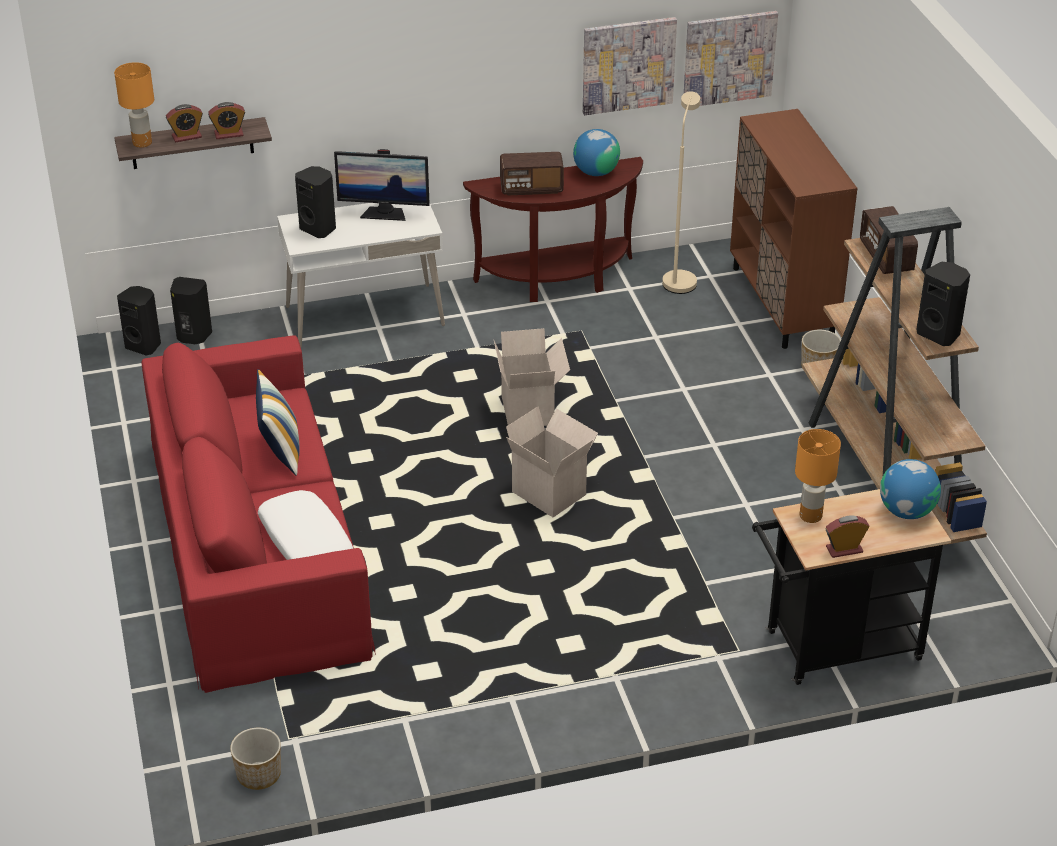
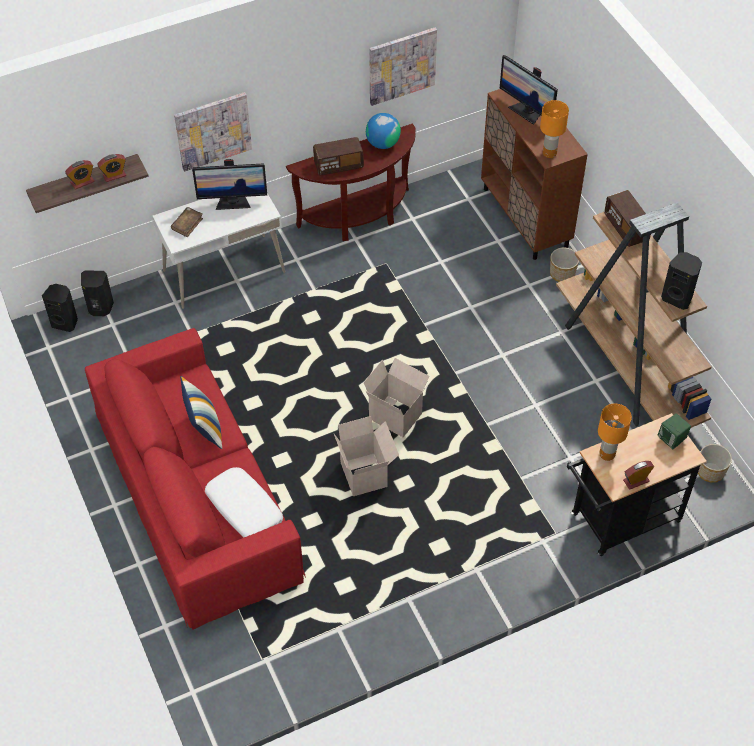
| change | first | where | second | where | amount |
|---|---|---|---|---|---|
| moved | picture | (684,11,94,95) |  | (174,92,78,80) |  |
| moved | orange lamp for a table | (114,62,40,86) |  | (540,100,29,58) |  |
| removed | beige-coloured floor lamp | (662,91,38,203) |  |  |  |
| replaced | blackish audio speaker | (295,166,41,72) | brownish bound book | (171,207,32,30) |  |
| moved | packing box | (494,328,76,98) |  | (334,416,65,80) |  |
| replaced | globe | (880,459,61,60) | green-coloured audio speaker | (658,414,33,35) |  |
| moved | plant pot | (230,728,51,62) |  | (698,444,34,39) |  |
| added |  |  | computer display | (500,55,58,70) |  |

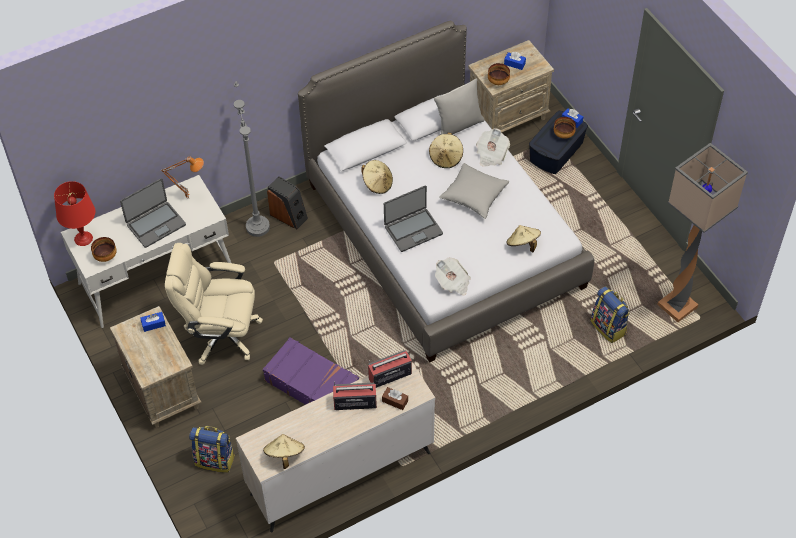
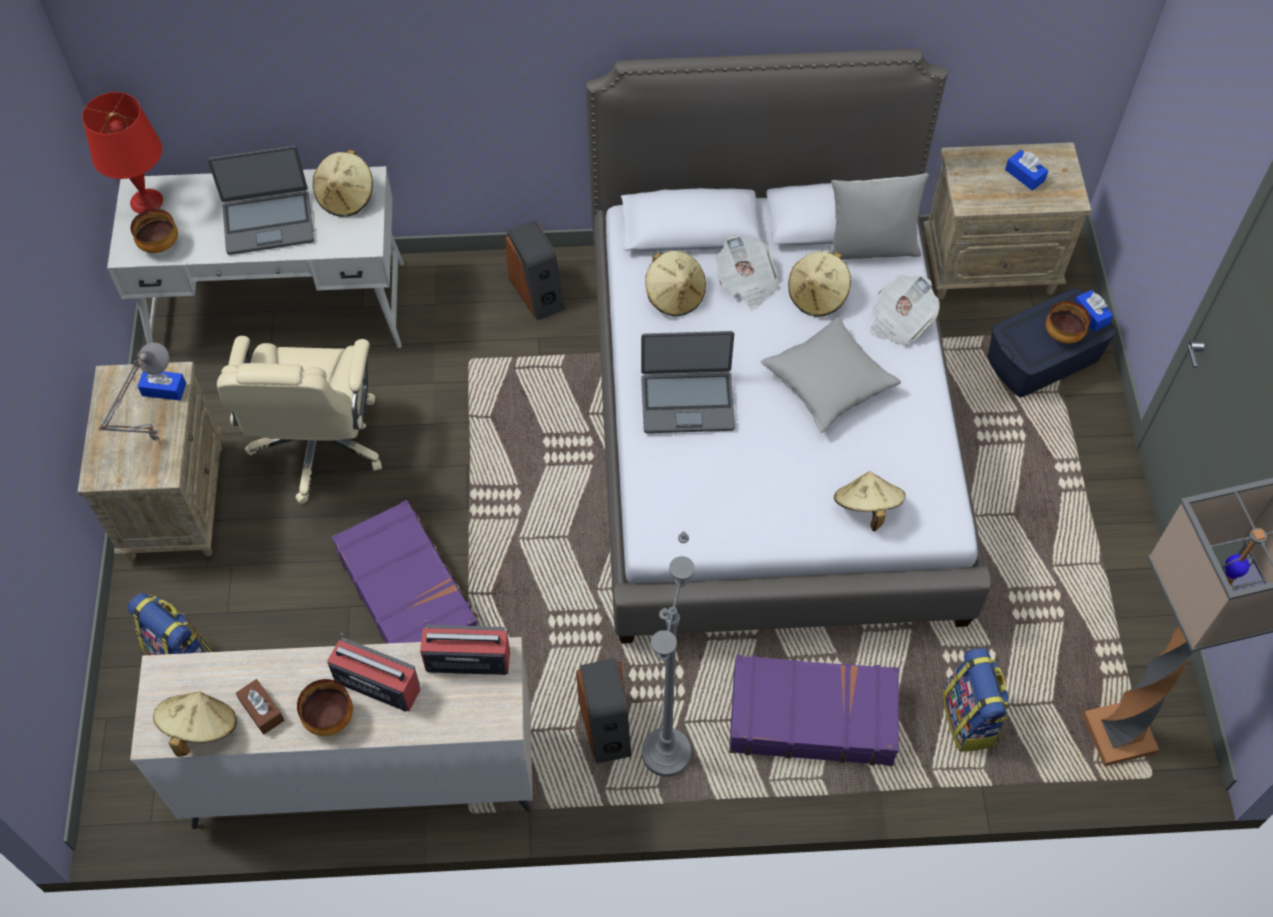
| change | first | where | second | where | amount |
|---|---|---|---|---|---|
| moved | bowl | (488,63,22,22) |  | (297,679,56,57) |  |
| moved | grey floor lamp | (234,82,36,155) |  | (642,531,52,246) |  |
| replaced | orange lamp for a table | (161,156,43,43) | beige-coloured clothing hat | (313,150,60,67) |  |
| turned | beige-coloured computer chair | (165,243,98,122) |  | (217,336,165,168) | 120 degrees counterclockwise |
| moved | newspaper | (435,258,36,37) |  | (716,235,63,74) |  |
| moved | brownish tissue box | (382,387,26,23) |  | (236,679,48,56) |  |
| added |  |  | grey lamp for a table | (98,342,71,100) |  |
| added |  |  | purple suitcase | (729,655,170,111) |  |
| added |  |  | audio speaker | (576,658,55,106) |  |

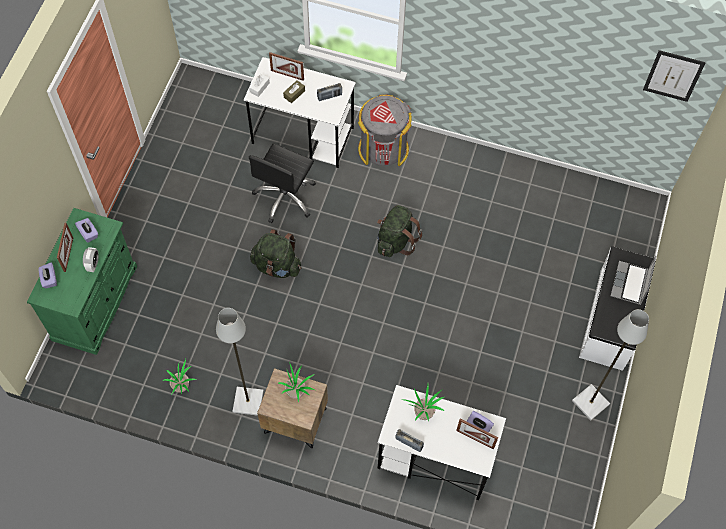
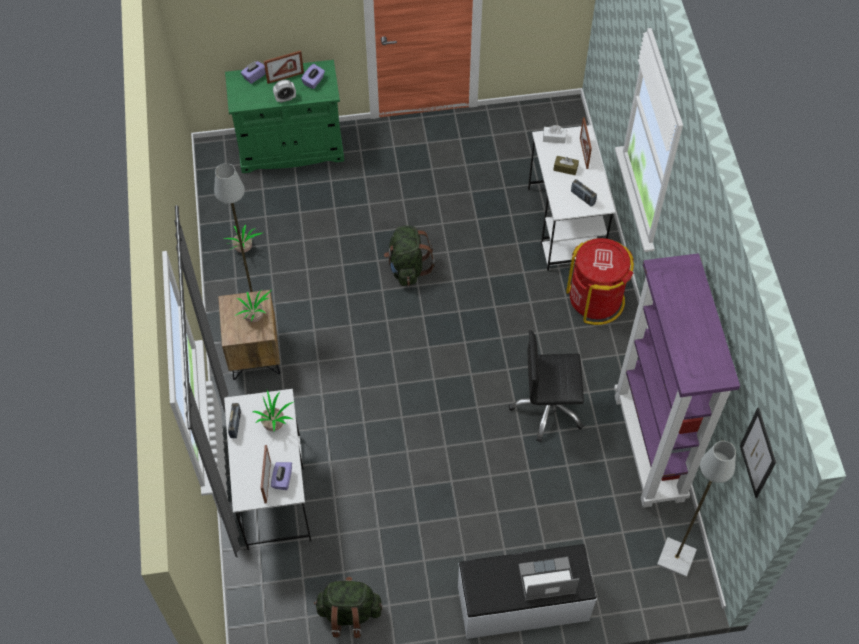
| change | first | where | second | where | amount |
|---|---|---|---|---|---|
| recoloured | grey waste bin | (358,94,54,72) | red waste bin | (566,238,68,87) |  |
| moved | blackish computer chair | (249,143,67,80) |  | (509,330,75,112) |  |
| moved | green-coloured backpack | (377,205,45,52) |  | (314,577,68,61) |  |
| moved | grey floor lamp | (572,309,77,111) |  | (657,441,79,136) |  |
| added |  |  | purple shelving unit | (614,253,126,255) |  |

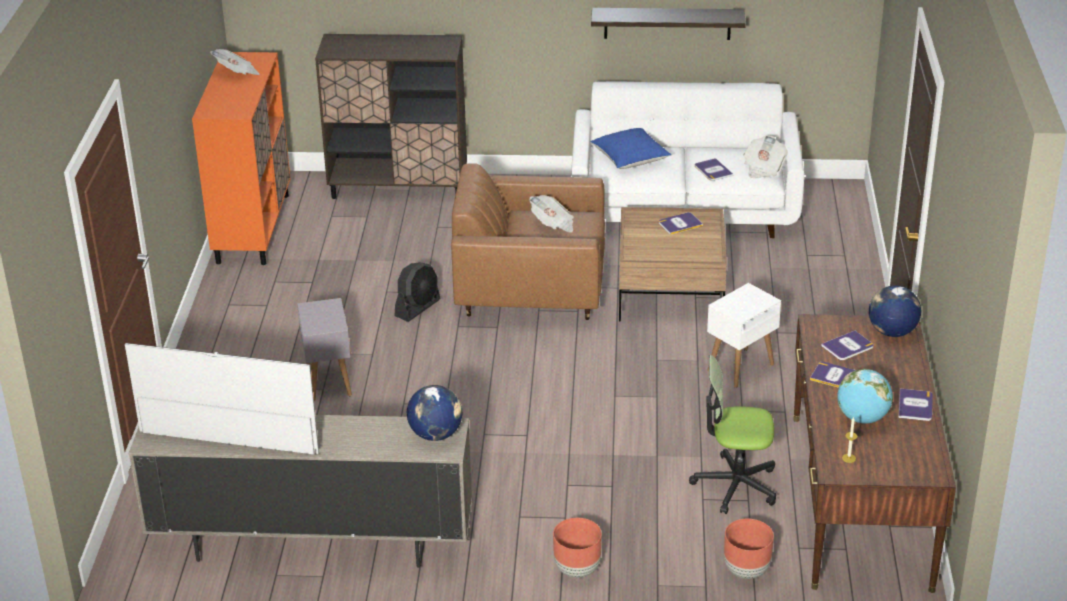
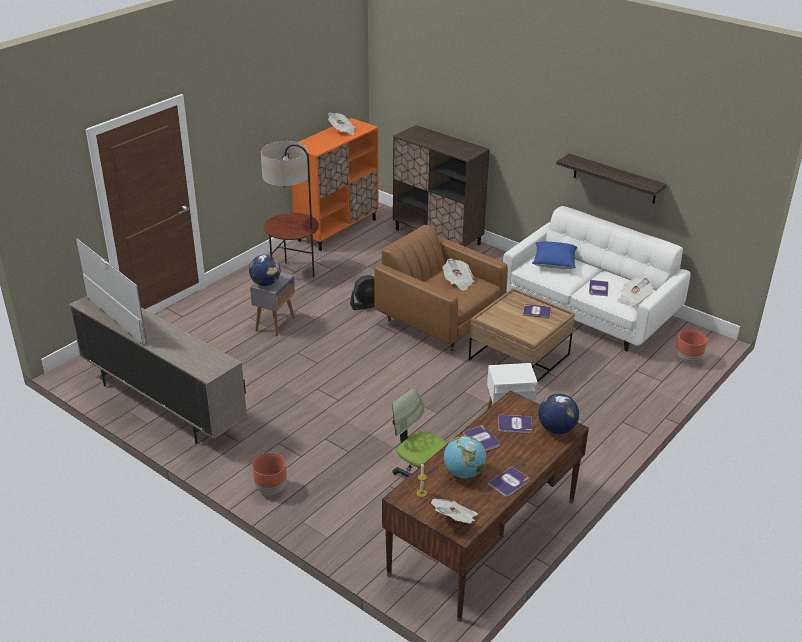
| change | first | where | second | where | amount |
|---|---|---|---|---|---|
| moved | globe | (407,385,55,56) |  | (249,255,31,31) |  |
| moved | brownish plant pot | (724,519,50,60) |  | (676,329,32,35) |  |
| added |  |  | floor lamp | (261,141,58,137) |  |
| added |  |  | newspaper | (431,499,47,25) |  |

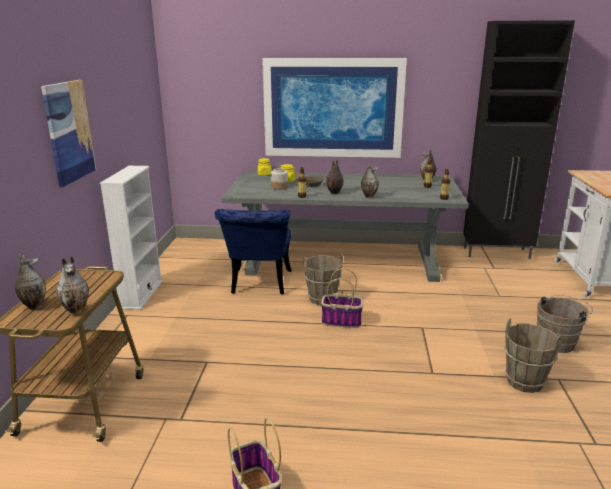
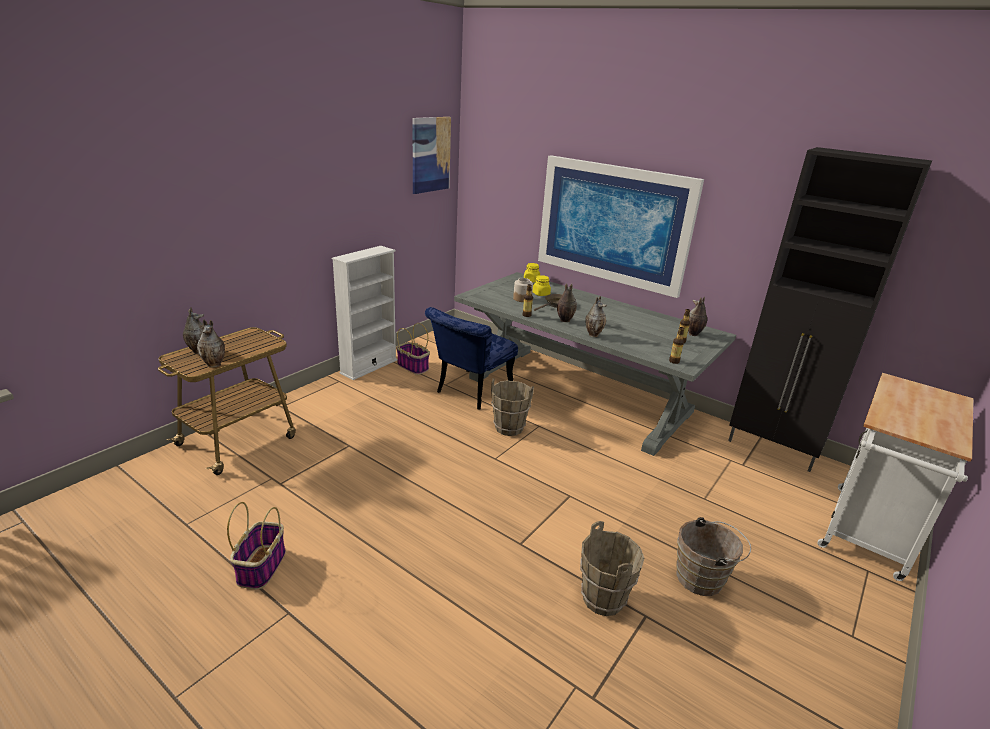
| change | first | where | second | where | amount |
|---|---|---|---|---|---|
| moved | picture | (41,80,55,107) |  | (413,117,38,77) |  |
| moved | household basket | (321,268,42,60) |  | (396,323,34,52) |  |

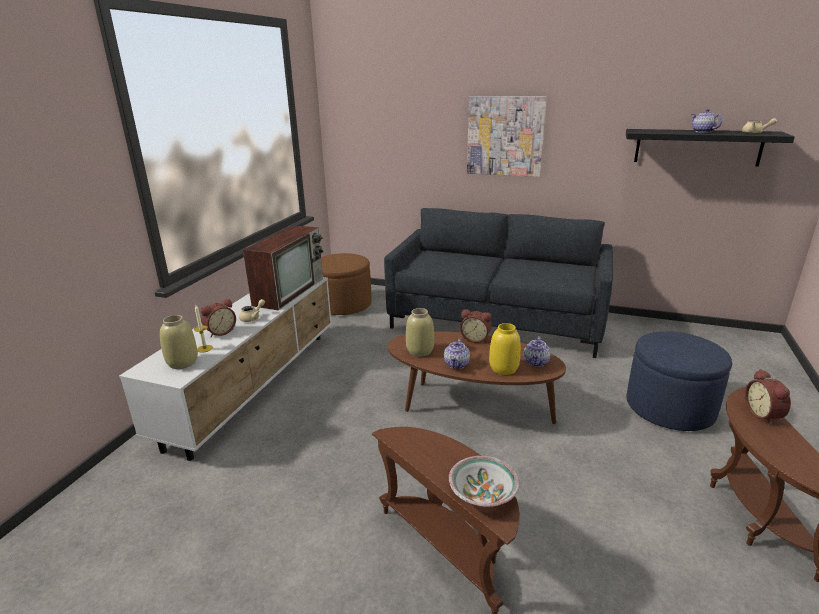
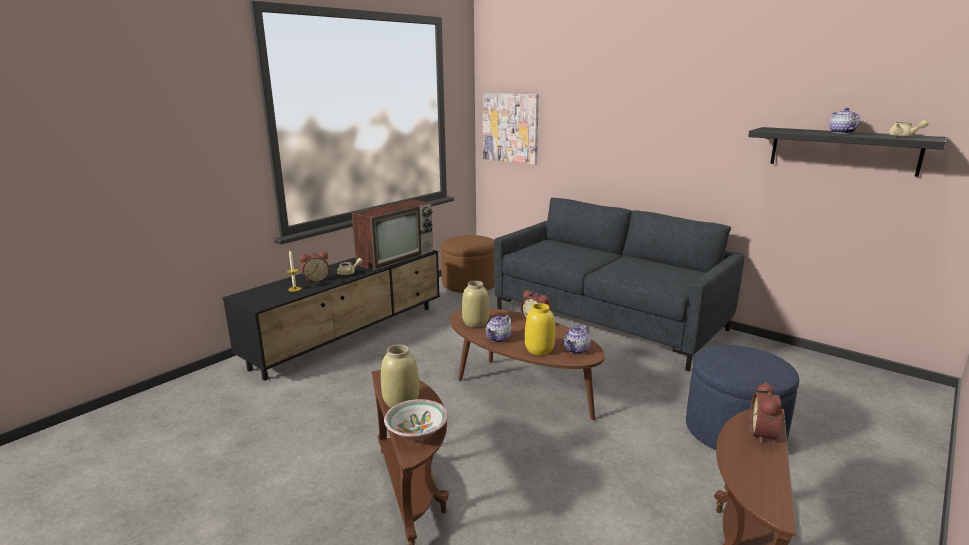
| change | first | where | second | where | amount |
|---|---|---|---|---|---|
| moved | picture | (467,96,80,81) |  | (483,93,56,72) |  |
| recoloured | white-coloured tv stand | (119,277,213,184) | blackish tv stand | (222,250,218,131) |  |
| moved | beige-coloured vase | (160,315,38,54) |  | (381,345,38,63) |  |

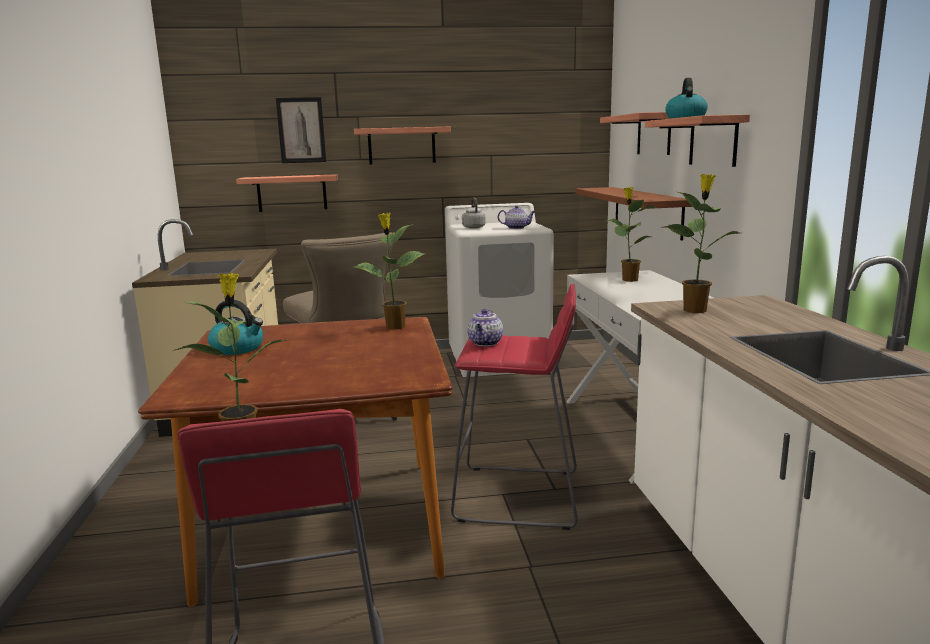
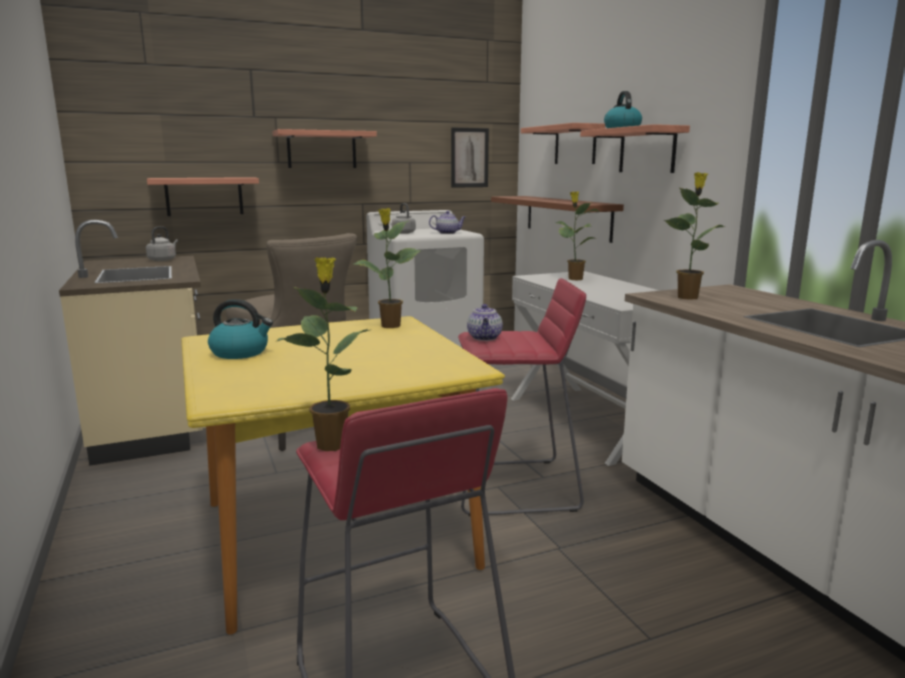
| change | first | where | second | where | amount |
|---|---|---|---|---|---|
| moved | picture | (276,97,50,66) |  | (451,127,38,61) |  |
| recoloured | brownish dining table | (138,317,315,290) | yellow-coloured dining table | (181,316,324,319) |  |
| added |  |  | grey kettle | (146,226,32,35) |  |

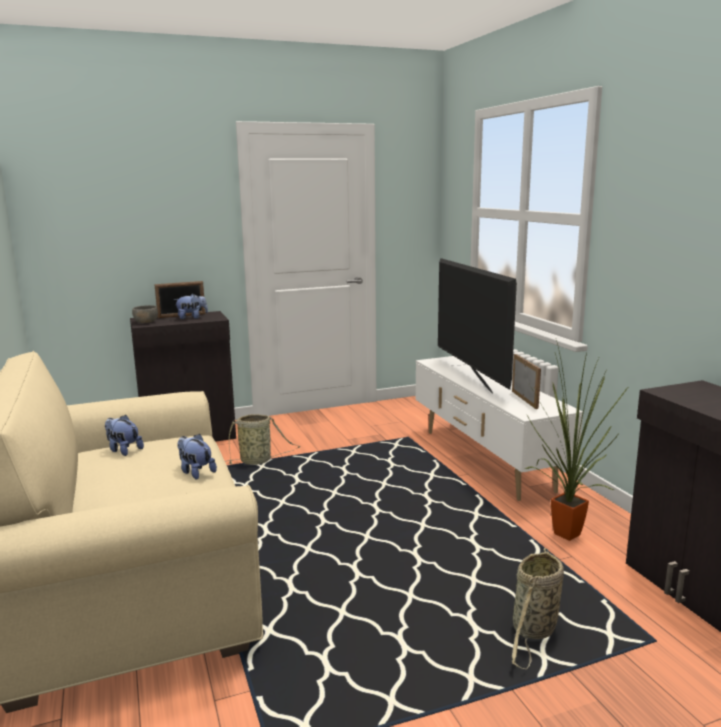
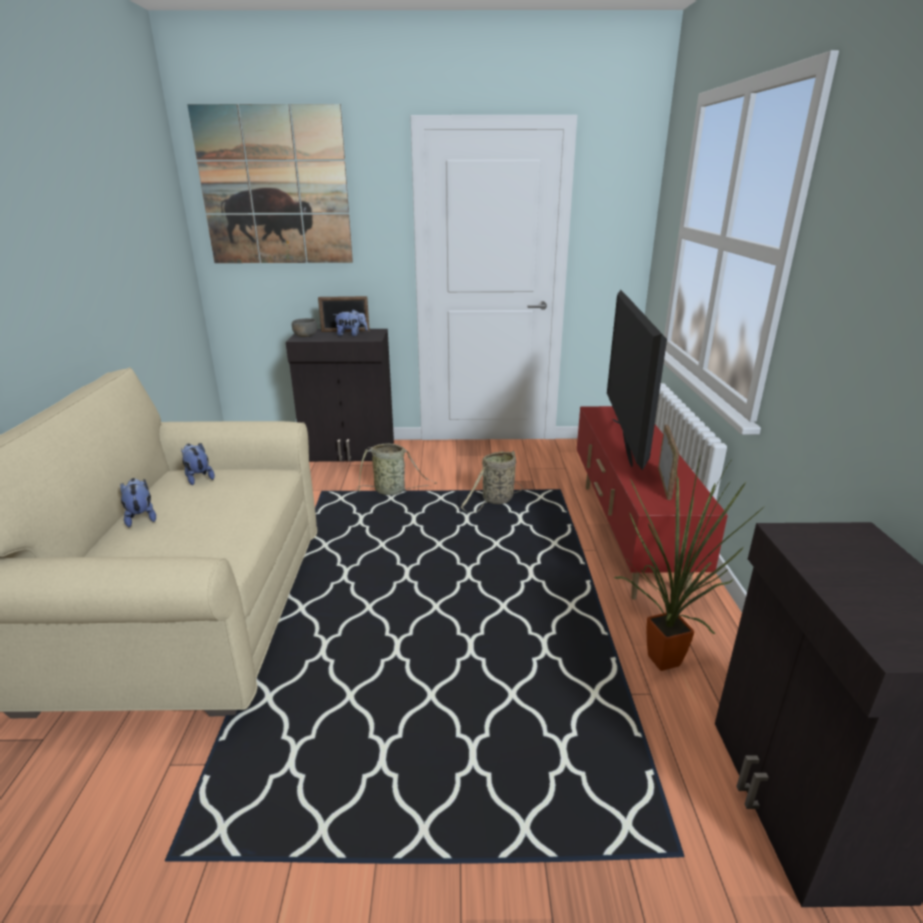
| change | first | where | second | where | amount |
|---|---|---|---|---|---|
| recoloured | white-coloured tv stand | (416,356,167,145) | red tv stand | (577,406,151,194) |  |
| moved | cuddly toy | (177,434,40,45) |  | (120,478,36,49) |  |
| moved | household basket | (512,548,52,121) |  | (461,450,62,63) |  |
| added |  |  | picture | (187,104,166,159) |  |

